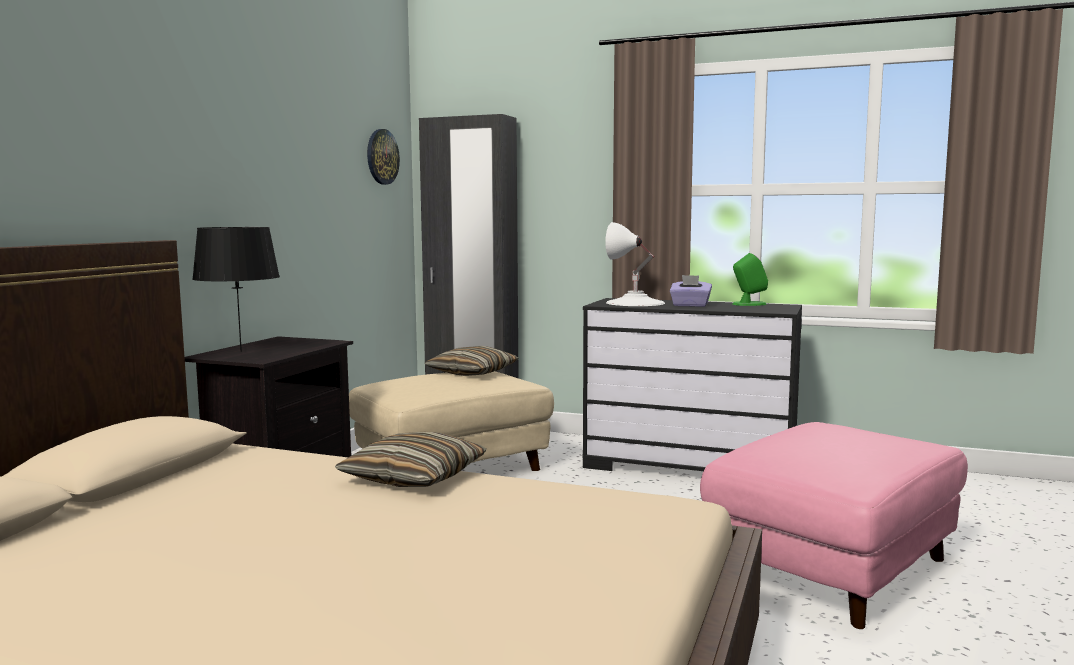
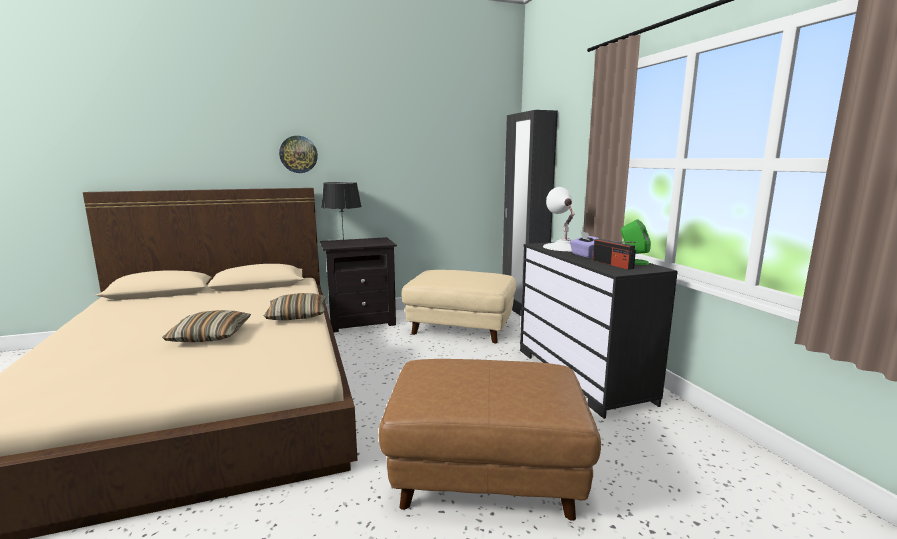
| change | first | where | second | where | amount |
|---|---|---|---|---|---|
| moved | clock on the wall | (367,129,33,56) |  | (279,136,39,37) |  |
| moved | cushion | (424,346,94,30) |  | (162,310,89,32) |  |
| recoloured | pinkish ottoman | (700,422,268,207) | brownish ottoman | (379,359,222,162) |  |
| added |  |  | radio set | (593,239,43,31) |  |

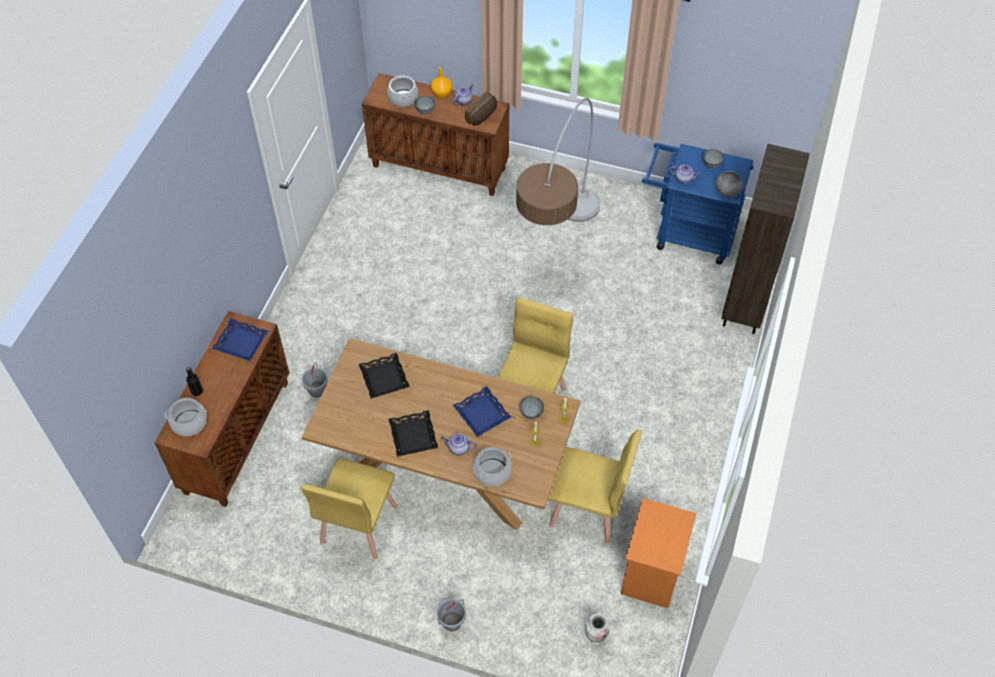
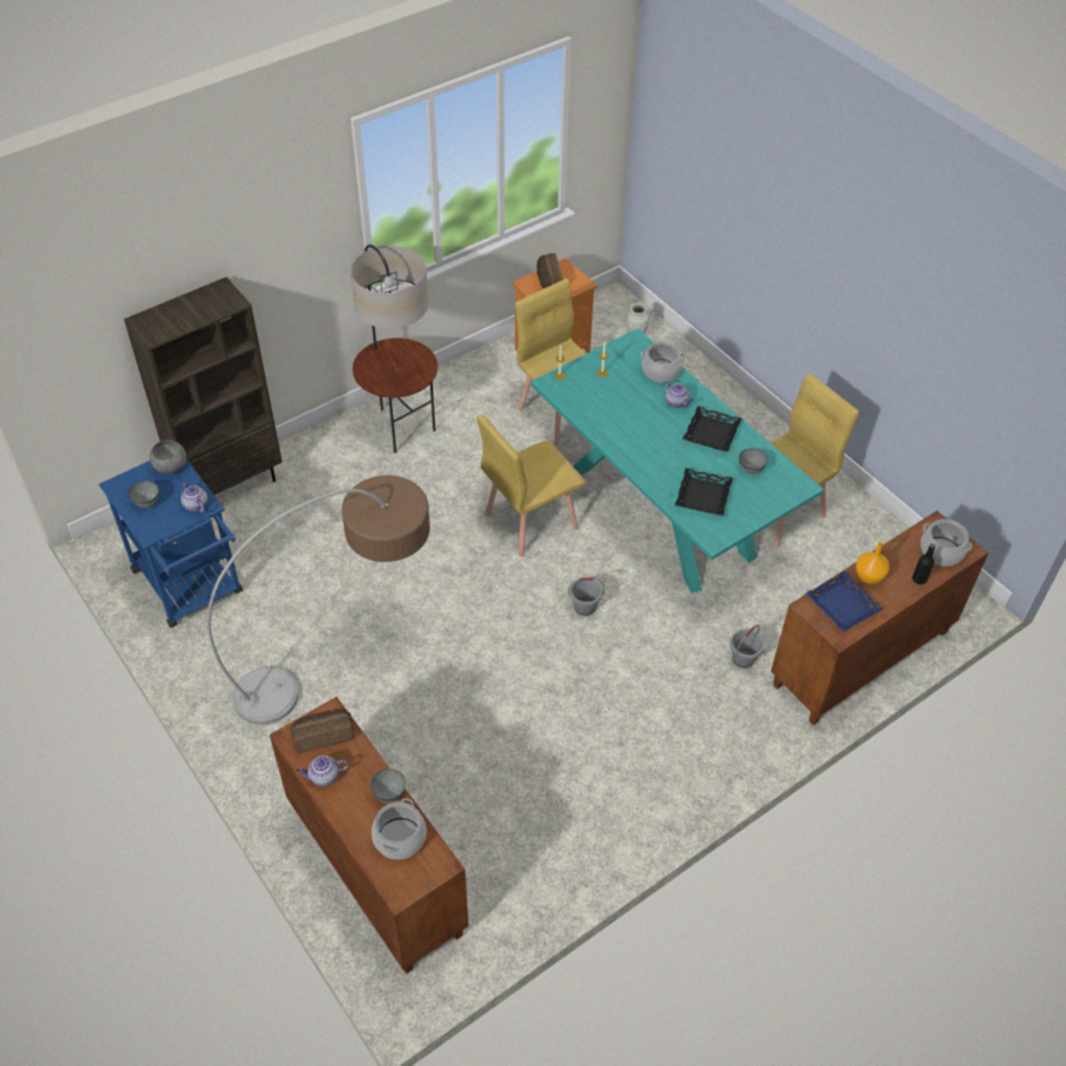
| change | first | where | second | where | amount |
|---|---|---|---|---|---|
| moved | orange vase | (431,67,21,31) |  | (856,542,33,42) |  |
| recoloured | brownish dining table | (302,338,278,192) | blue-green dining table | (530,328,294,265) |  |
| removed | blue-coloured tray | (453,386,58,51) |  |  |  |
| moved | grey bowl | (520,396,24,23) |  | (739,448,28,26) |  |
| moved | grey water bucket | (437,599,29,32) |  | (568,577,36,39) |  |
| added |  |  | floor lamp | (351,245,87,208) |  |
| added |  |  | bakery bread | (537,253,26,36) |  |

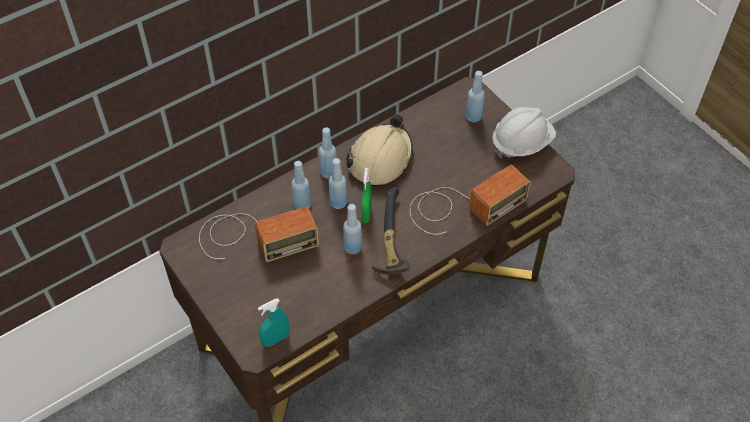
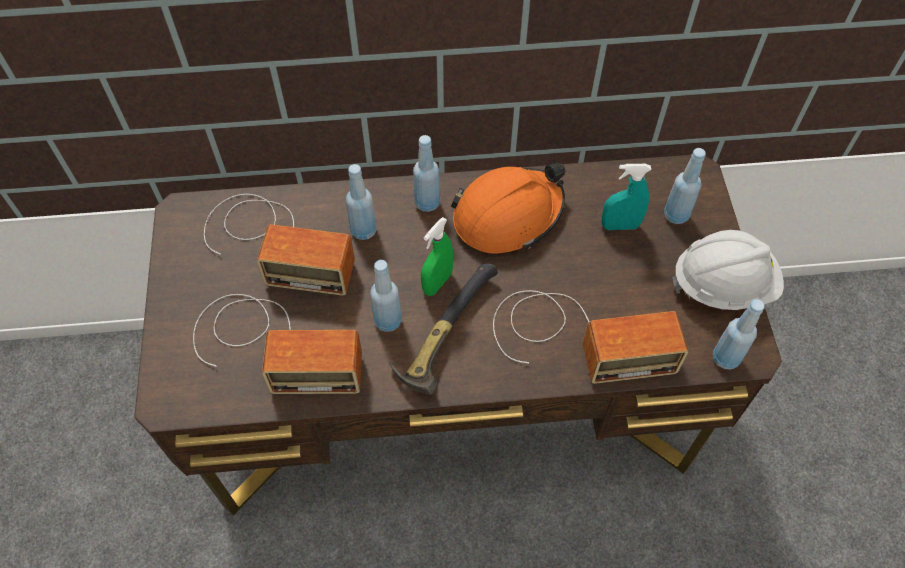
| change | first | where | second | where | amount |
|---|---|---|---|---|---|
| recoloured | beige-coloured safety helmet | (346,114,67,72) | orange safety helmet | (451,163,114,91) |  |
| moved | blue-coloured bottle | (329,158,18,51) |  | (712,299,53,70) |  |
| moved | blue-green spray bottle | (258,298,31,49) |  | (601,164,50,66) |  |
| added |  |  | radio set | (193,294,169,100) |  |

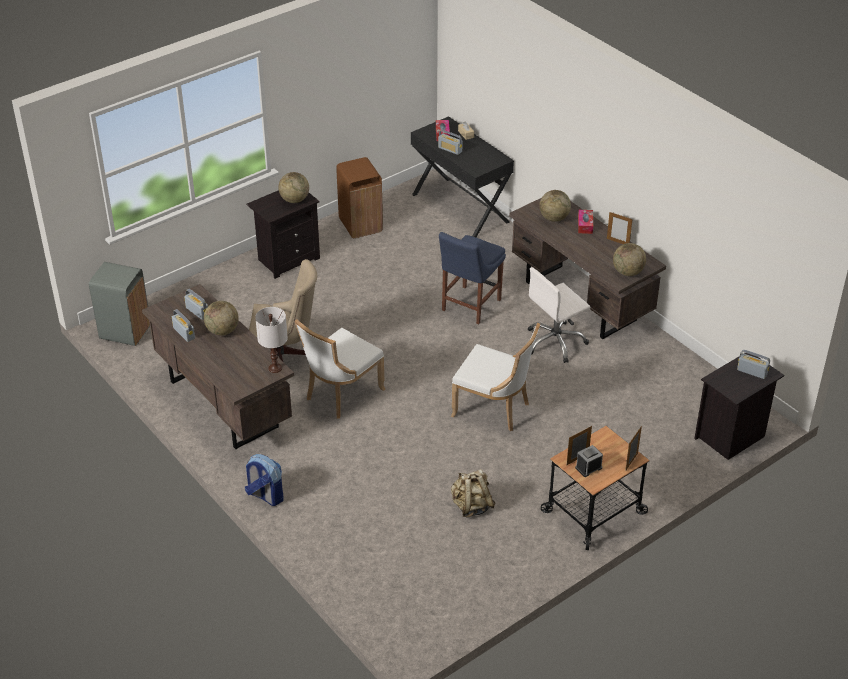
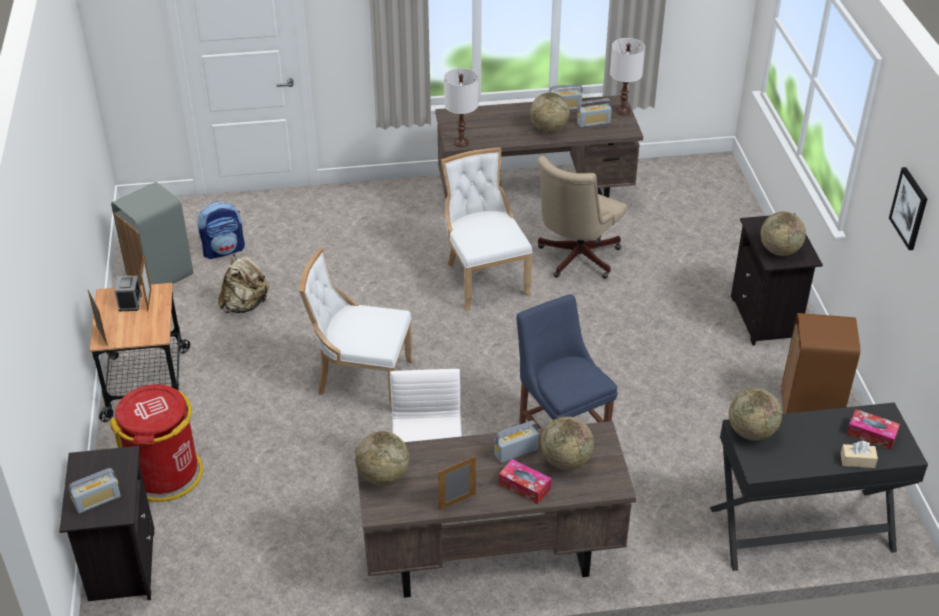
| change | first | where | second | where | amount |
|---|---|---|---|---|---|
| moved | radio set | (438,130,25,25) |  | (494,421,45,42) |  |
| moved | grey waste bin | (89,262,61,84) |  | (111,182,82,103) |  |
| turned | white-coloured chair | (451,322,89,109) |  | (299,248,114,162) | 45 degrees clockwise |
| moved | backpack | (245,454,39,52) |  | (198,201,47,58) |  |
| added |  |  | white-coloured lamp for a table | (610,38,35,77) |  |
| added |  |  | picture | (889,167,38,83) |  |
| added |  |  | red waste bin | (110,384,93,118) |  |
| added |  |  | globe | (729,388,53,53) |  |

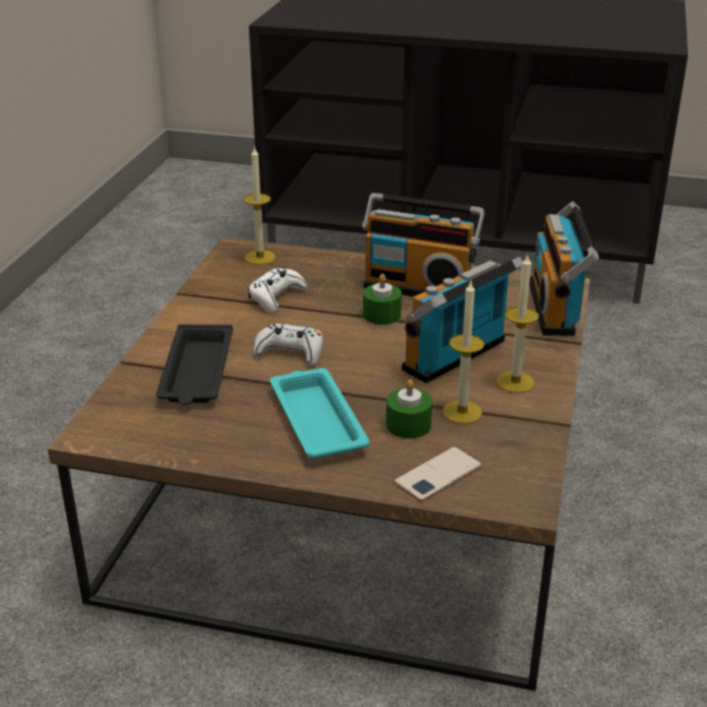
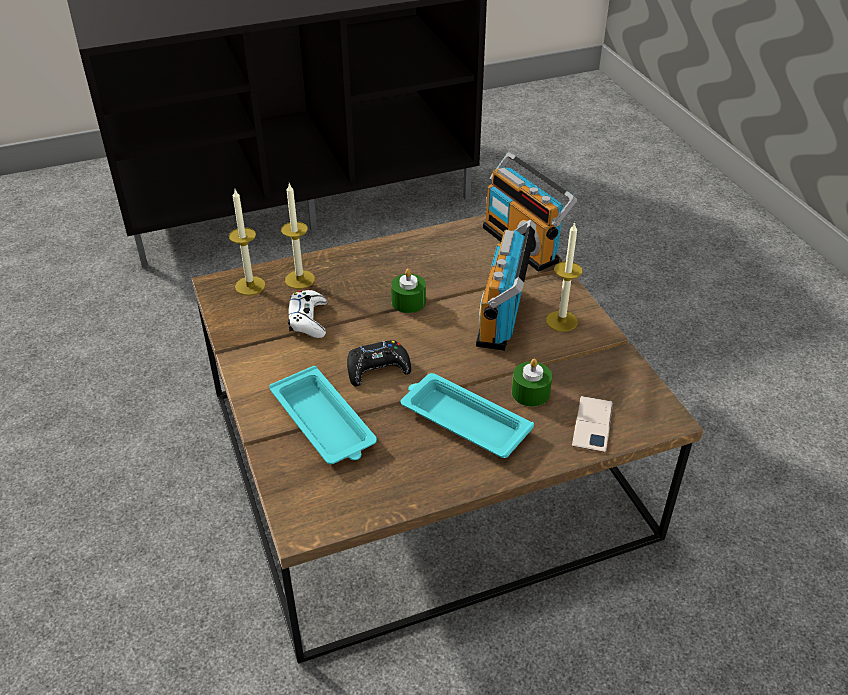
| change | first | where | second | where | amount |
|---|---|---|---|---|---|
| removed | radio set | (362,193,123,104) |  |  |  |
| moved | wax light | (442,281,42,143) |  | (281,184,34,105) |  |
| recoloured | blackish tray | (156,324,77,81) | blue-green tray | (269,366,108,98) |  |
| recoloured | white-coloured joypad | (253,324,70,42) | blackish joypad | (347,340,64,46) |  |

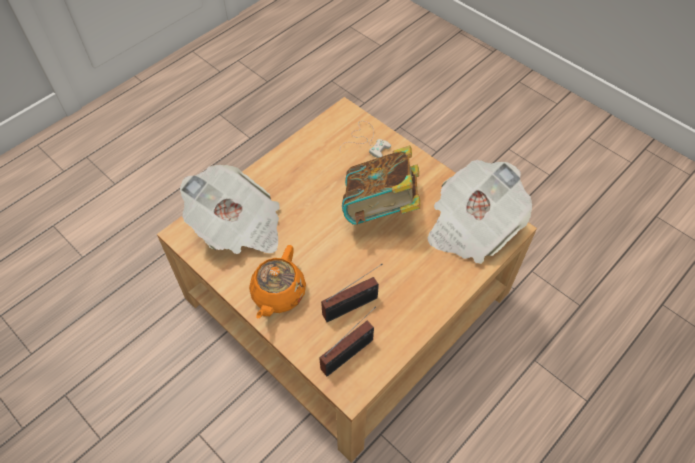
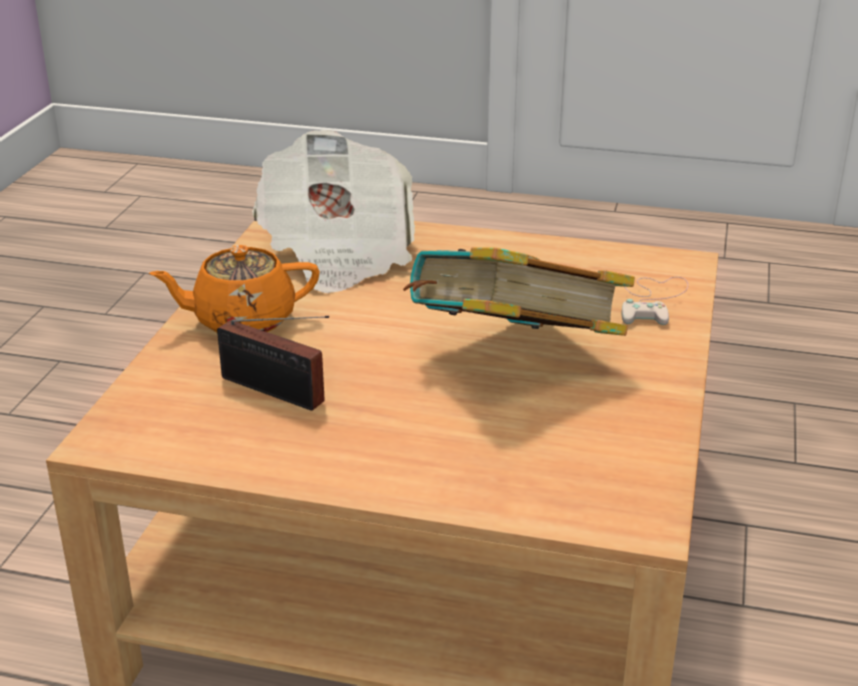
| change | first | where | second | where | amount |
|---|---|---|---|---|---|
| removed | newspaper | (427,160,105,104) |  |  |  |
| removed | radio set | (319,306,57,70) |  |  |  |

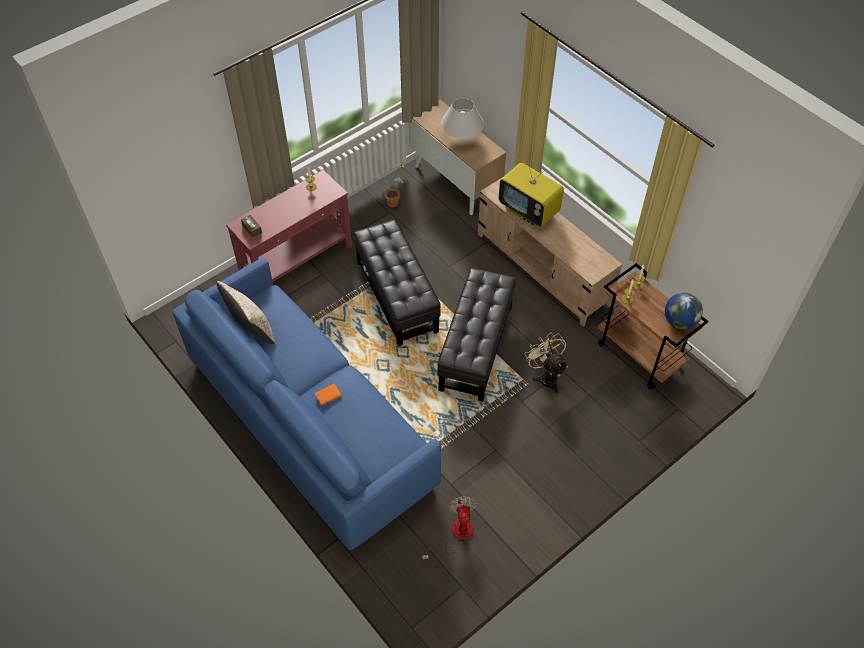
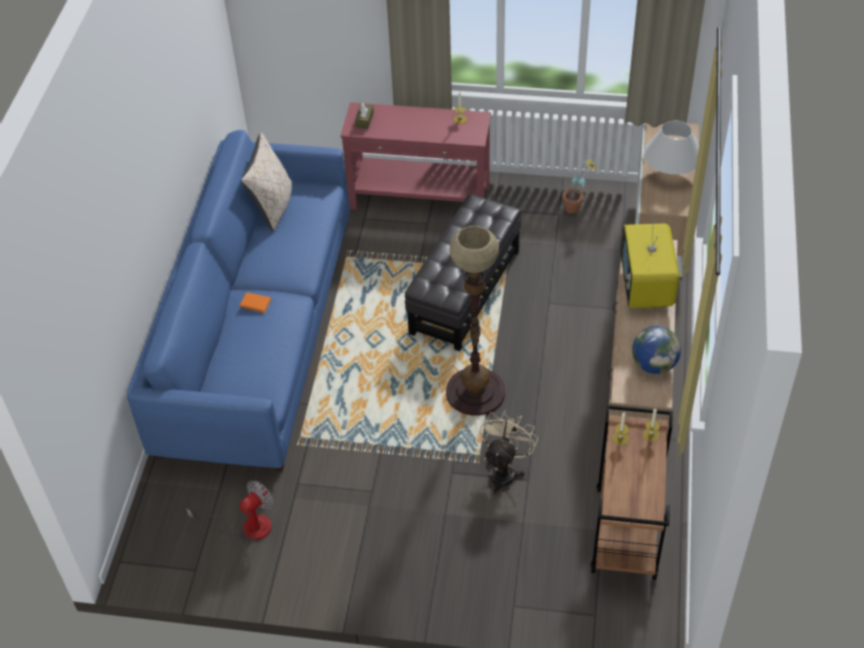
| change | first | where | second | where | amount |
|---|---|---|---|---|---|
| replaced | blackish ottoman | (437,268,79,134) | floor lamp | (446,226,59,190) |  |
| moved | globe | (665,293,38,36) |  | (632,326,49,48) |  |

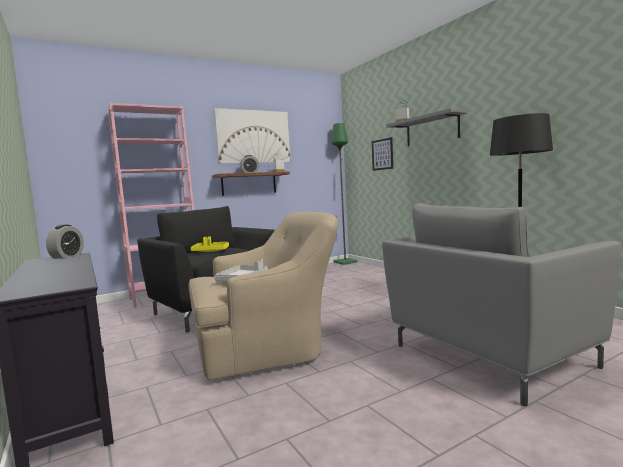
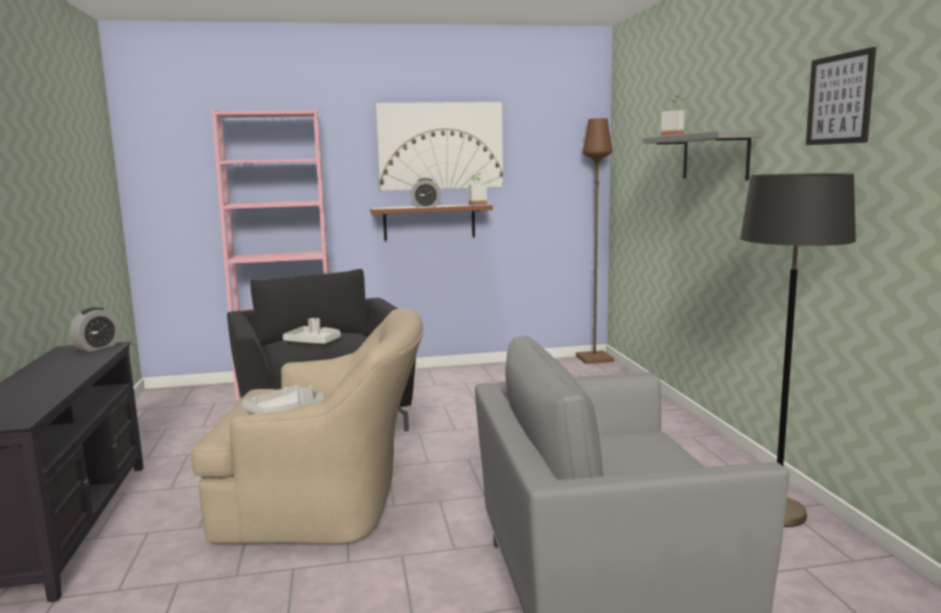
| change | first | where | second | where | amount |
|---|---|---|---|---|---|
| recoloured | green-coloured floor lamp | (331,123,26,142) | brownish floor lamp | (576,118,38,246) |  |
| moved | picture | (372,137,21,34) |  | (806,47,70,98) |  |
| recoloured | yellow-coloured tray | (191,236,38,16) | grey tray | (283,318,58,26) |  |

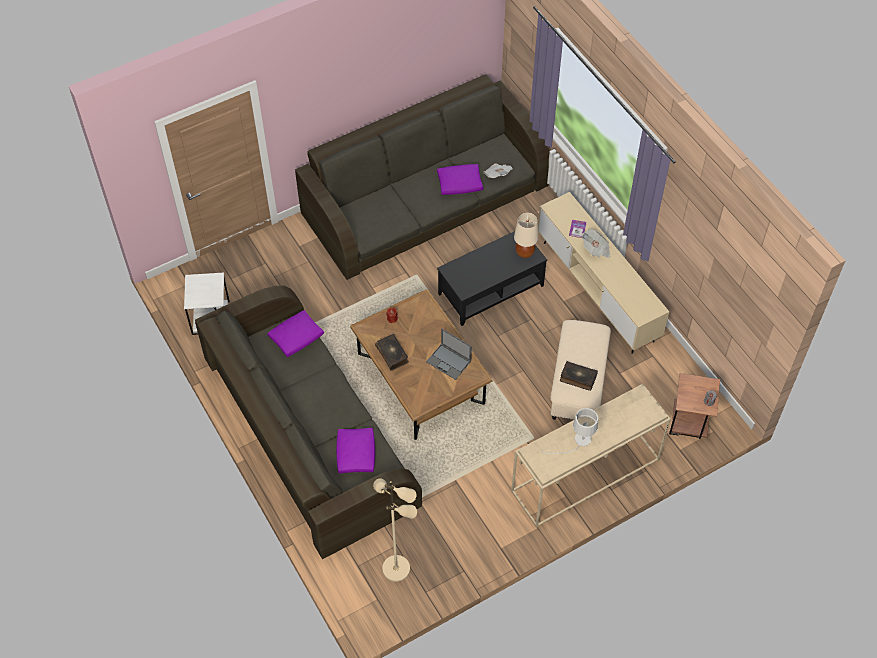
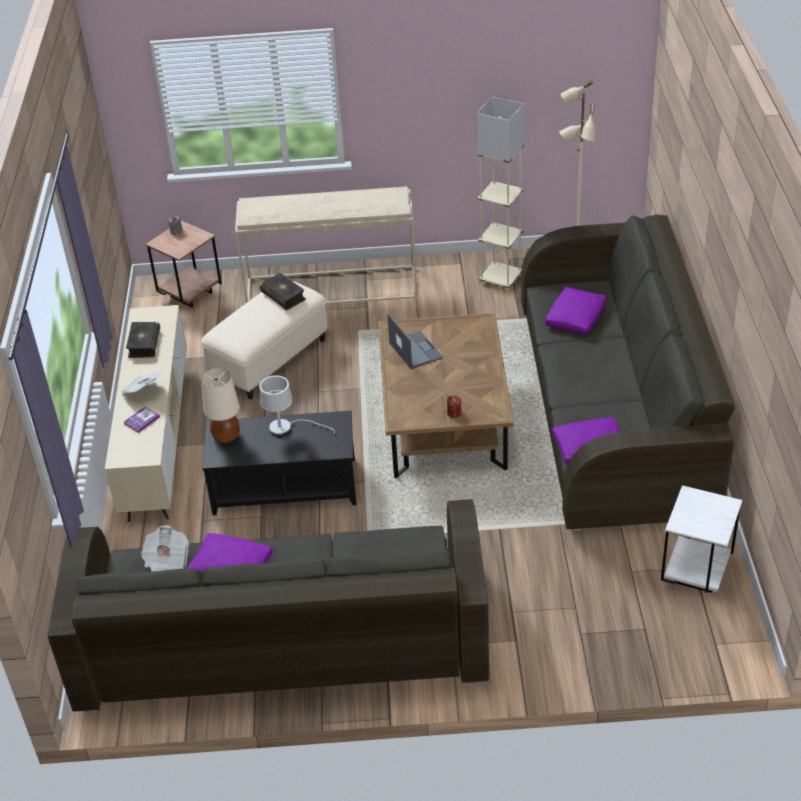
| change | first | where | second | where | amount |
|---|---|---|---|---|---|
| moved | bound book | (375,334,34,37) |  | (126,322,34,36) |  |
| moved | white-coloured lamp for a table | (542,408,56,46) |  | (259,375,76,59) |  |
| added |  |  | beige-coloured floor lamp | (476,97,48,194) |  |

